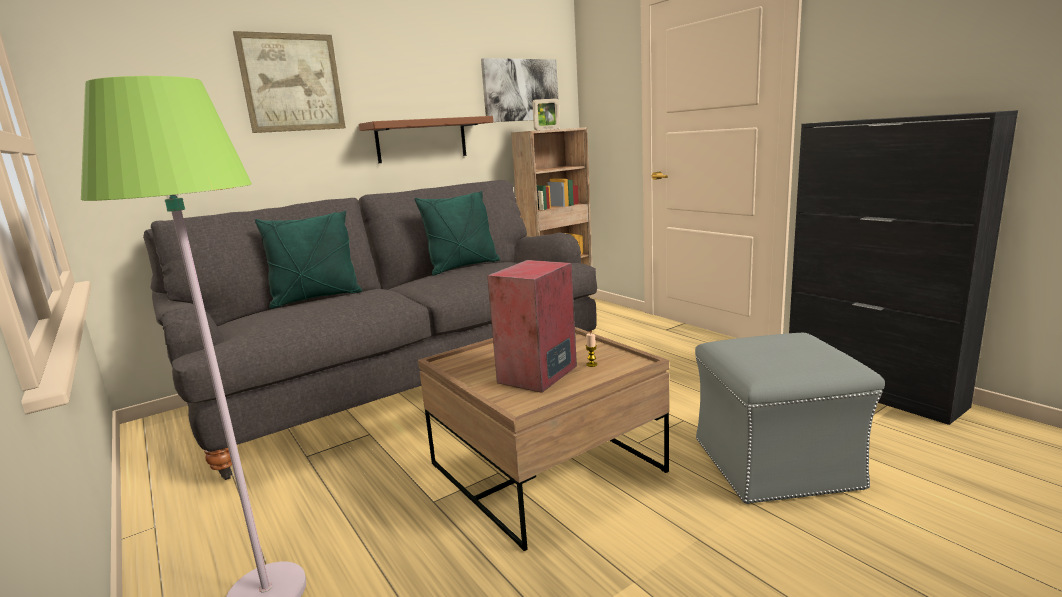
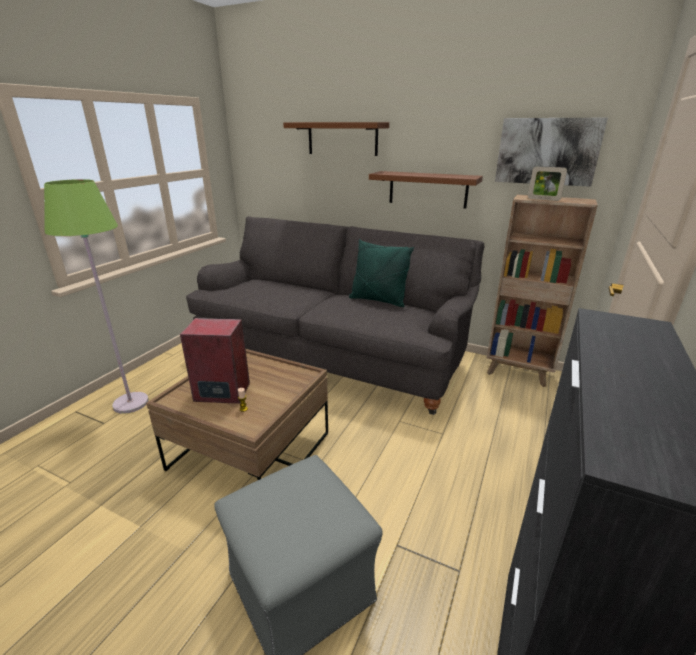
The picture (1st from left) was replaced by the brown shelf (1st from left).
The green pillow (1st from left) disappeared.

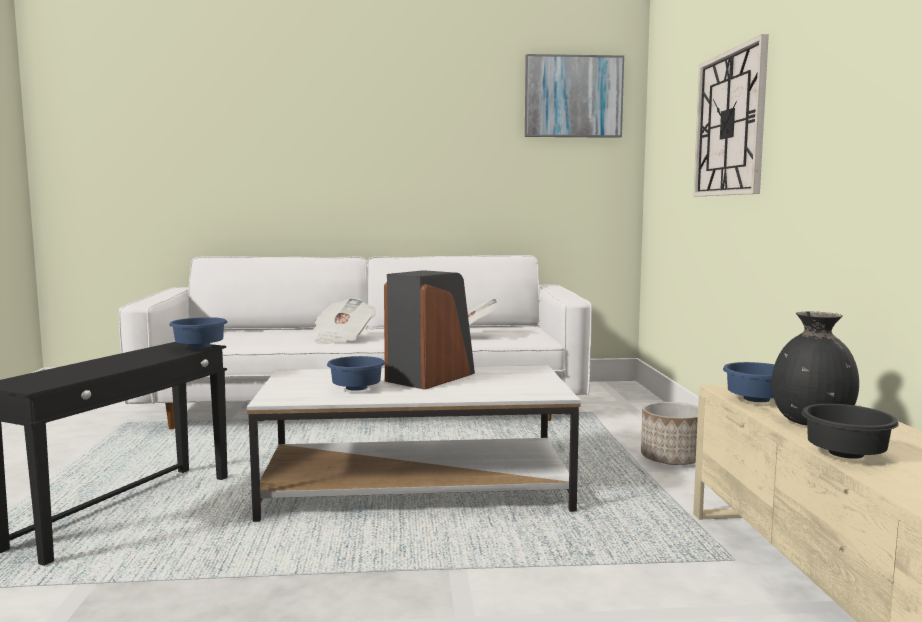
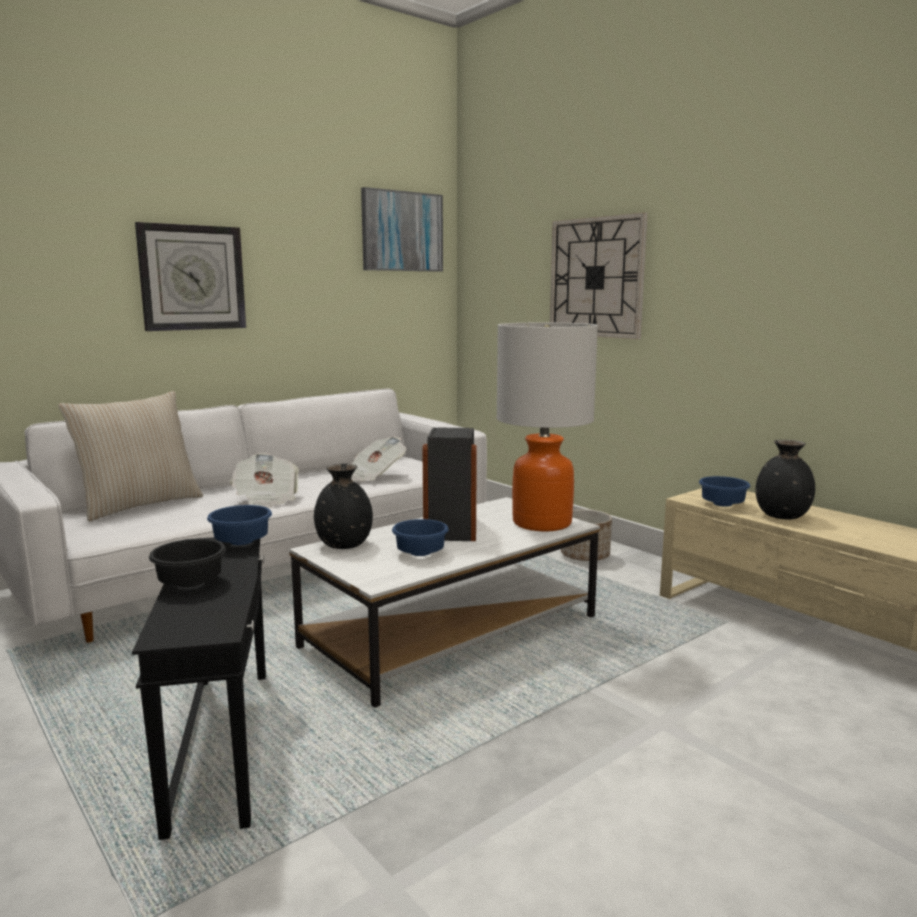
The black bowl moved.
The beige pillow appeared.
The wall clock (1st from left) appeared.
The black vase (1st from left) appeared.
The table lamp appeared.

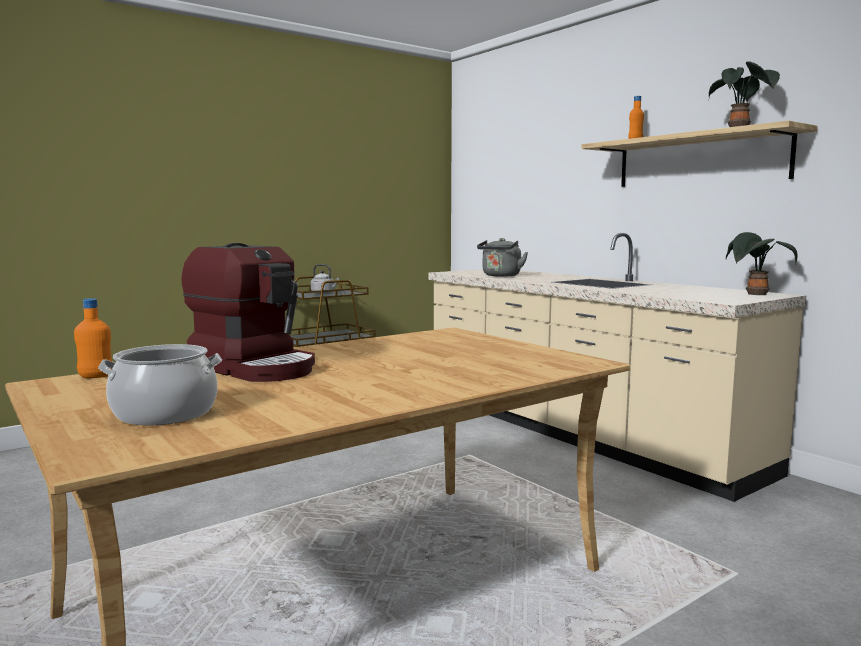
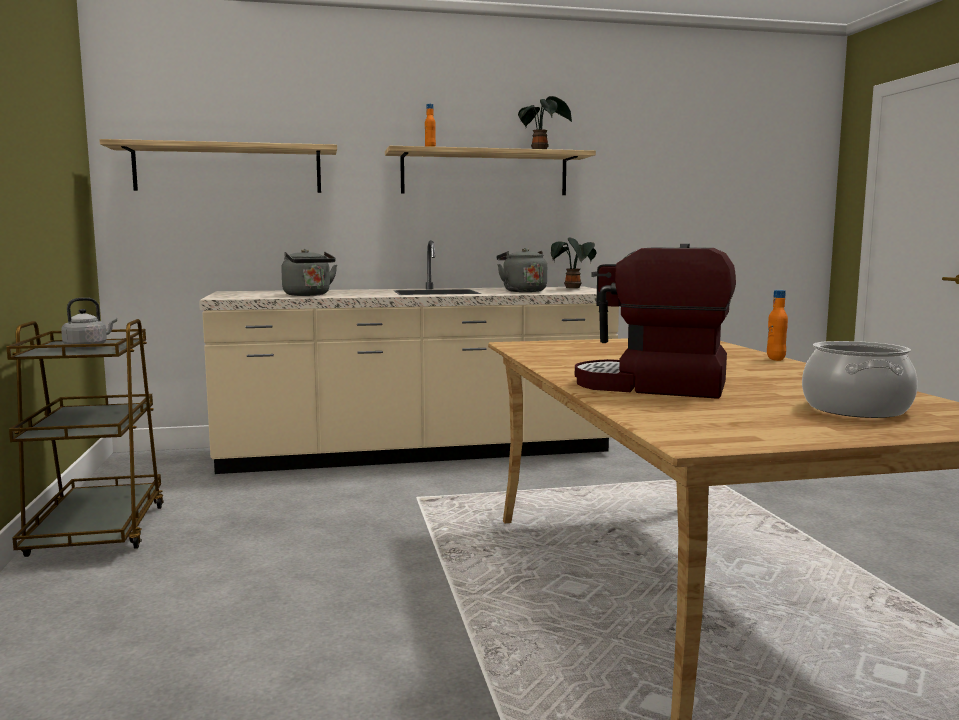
The orange bottle (1st from left in the first image) moved.
The coffee machine turned 135 degrees counterclockwise.
The shelf (1st from left) appeared.
The grey kettle (3rd from left) appeared.

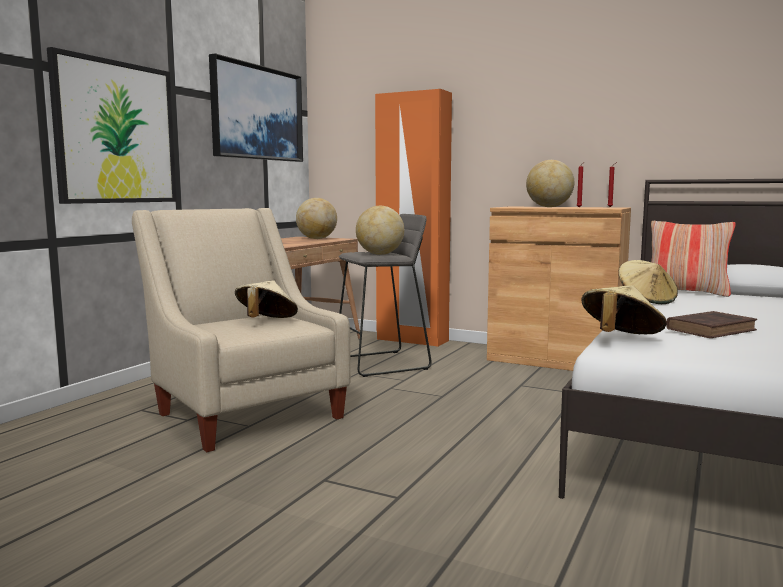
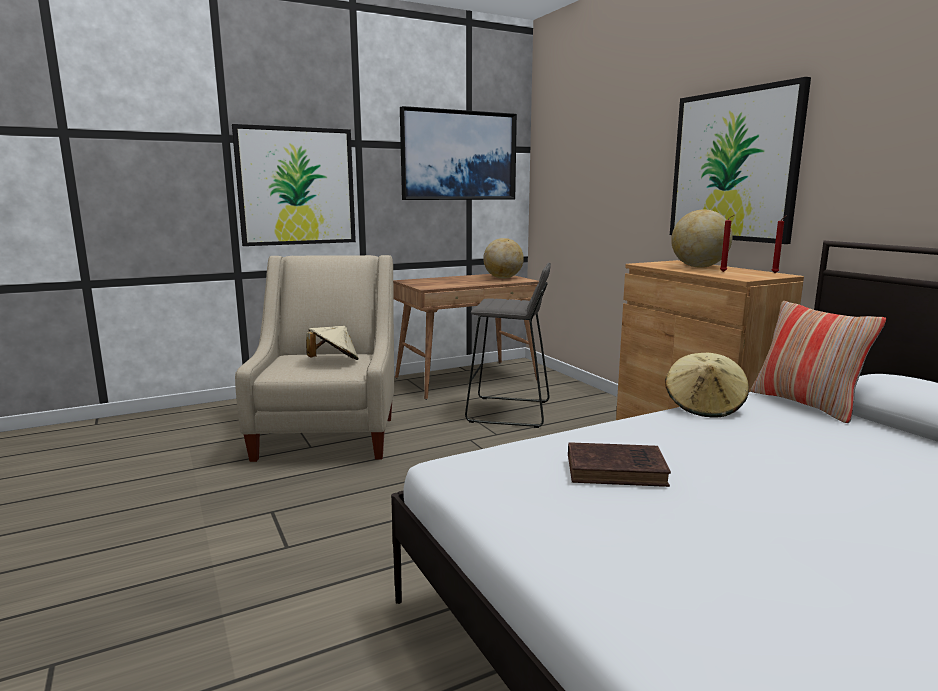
The globe (2nd from left) disappeared.
The orange wardrobe disappeared.
The beige hat (2nd from left) disappeared.
The picture (3rd from left) appeared.

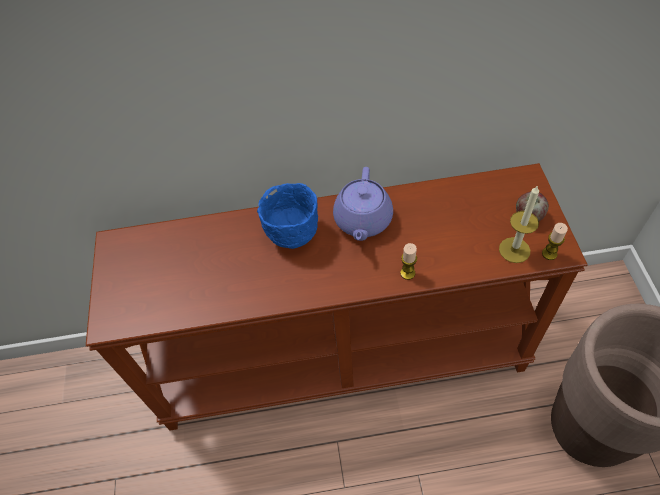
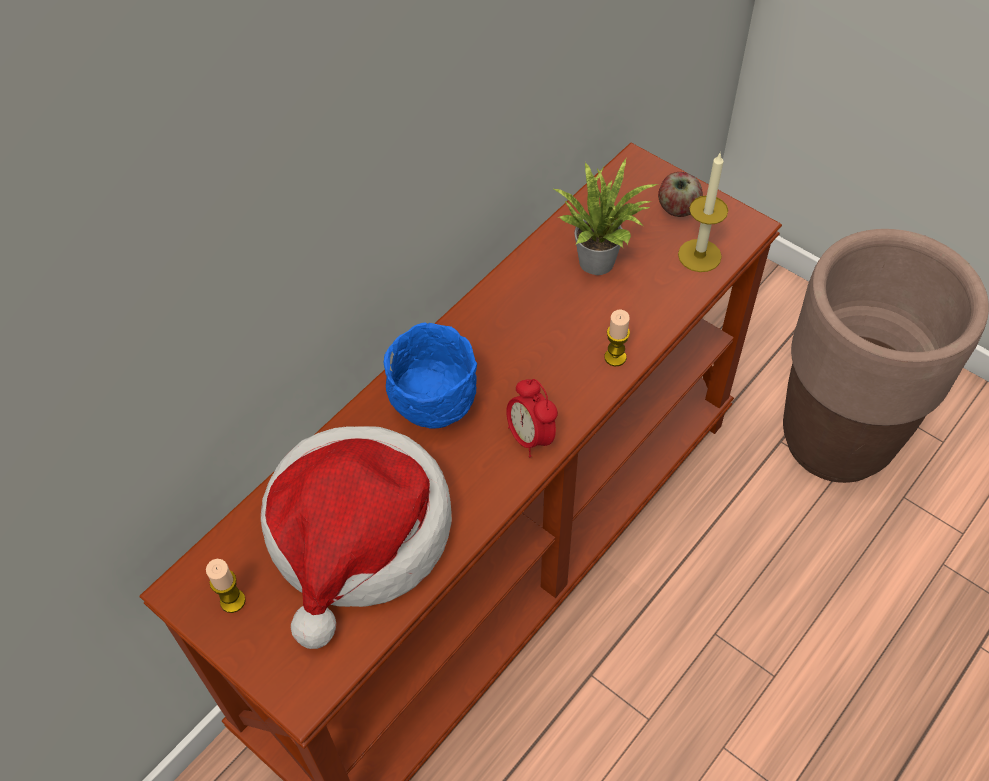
The purple teapot disappeared.
The candle (3rd from left in the first image) moved.
The hat appeared.
The alarm clock appeared.
The potted plant appeared.

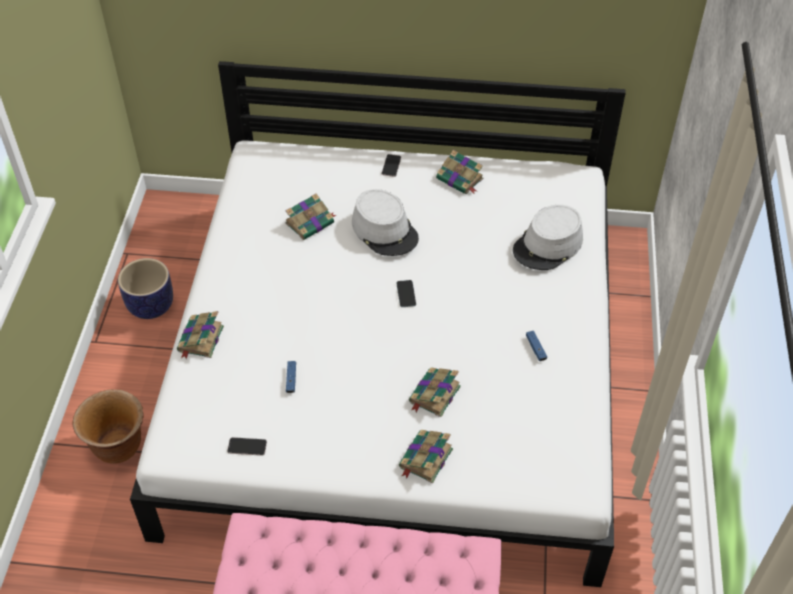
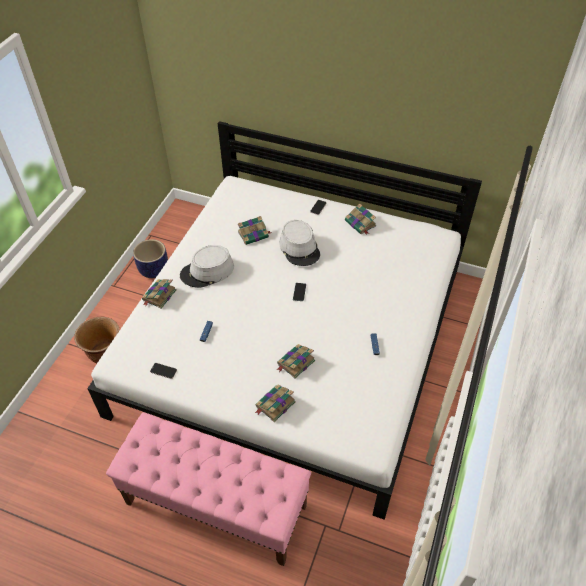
The grey hat (2nd from left in the first image) moved.

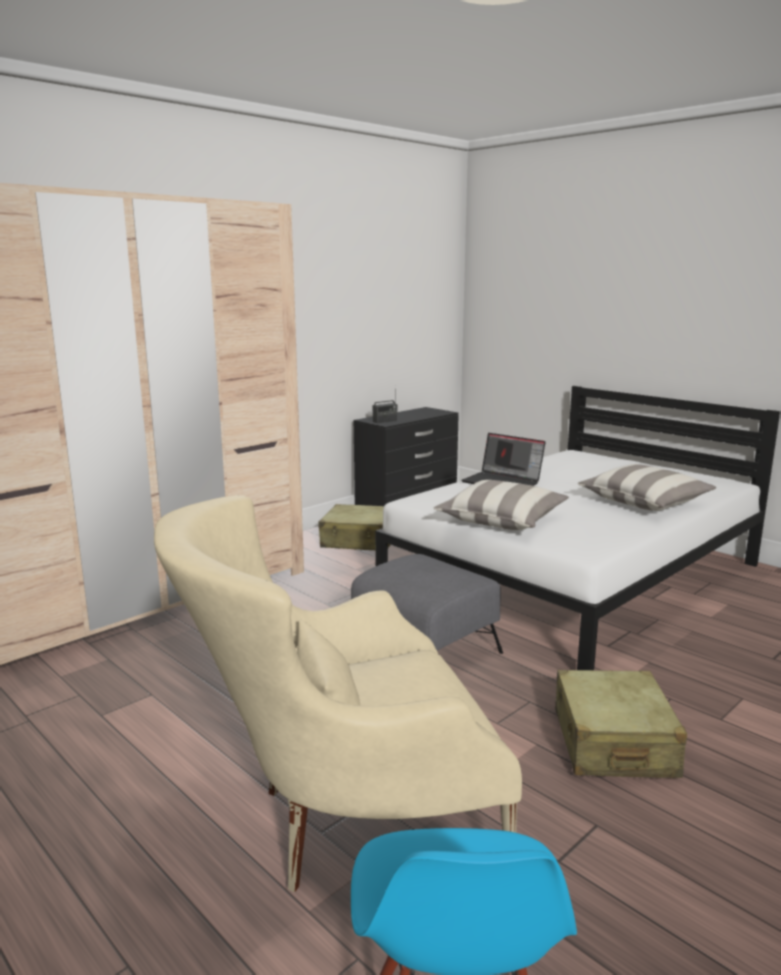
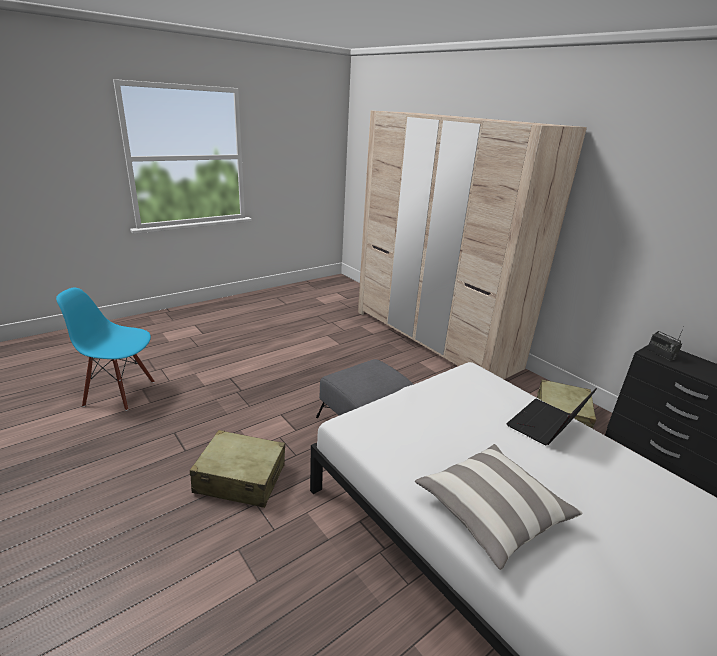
The beige armchair disappeared.
The pillow (1st from left) disappeared.

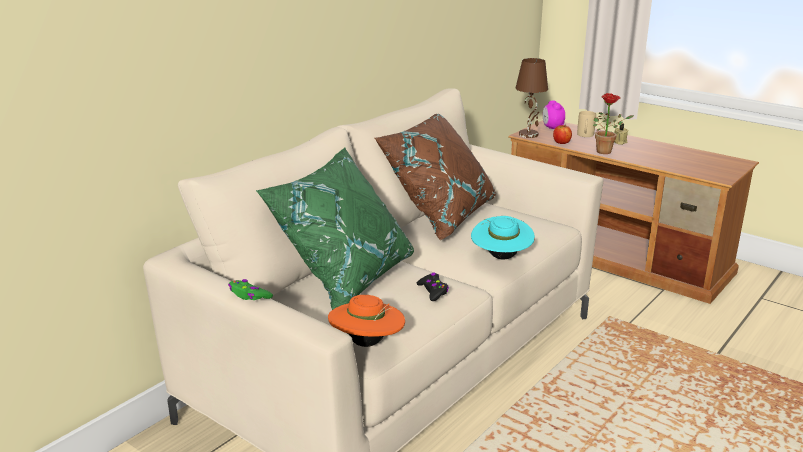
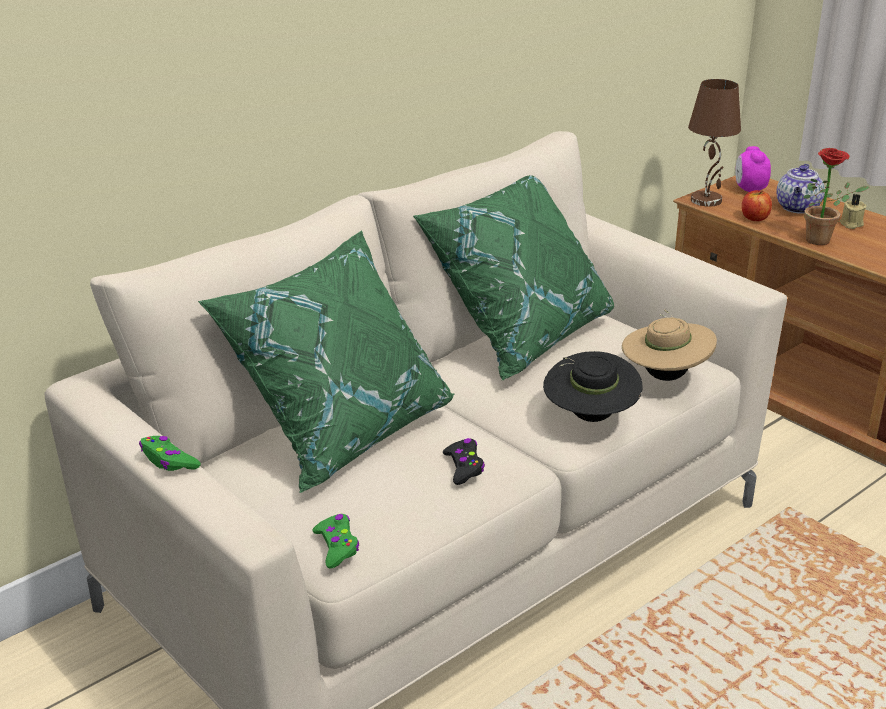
The orange hat was replaced by the green game controller (2nd from left).
The brown pillow became the green pillow (2nd from left).
The turquoise hat became the black hat.
The beige mug was replaced by the teapot.
The beige hat appeared.

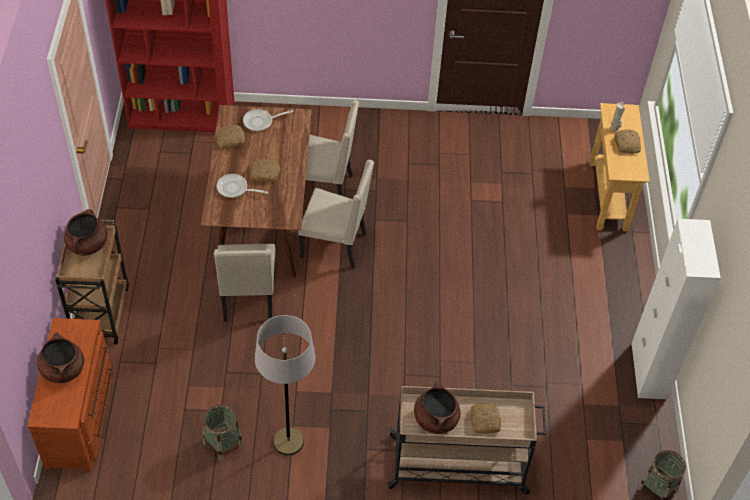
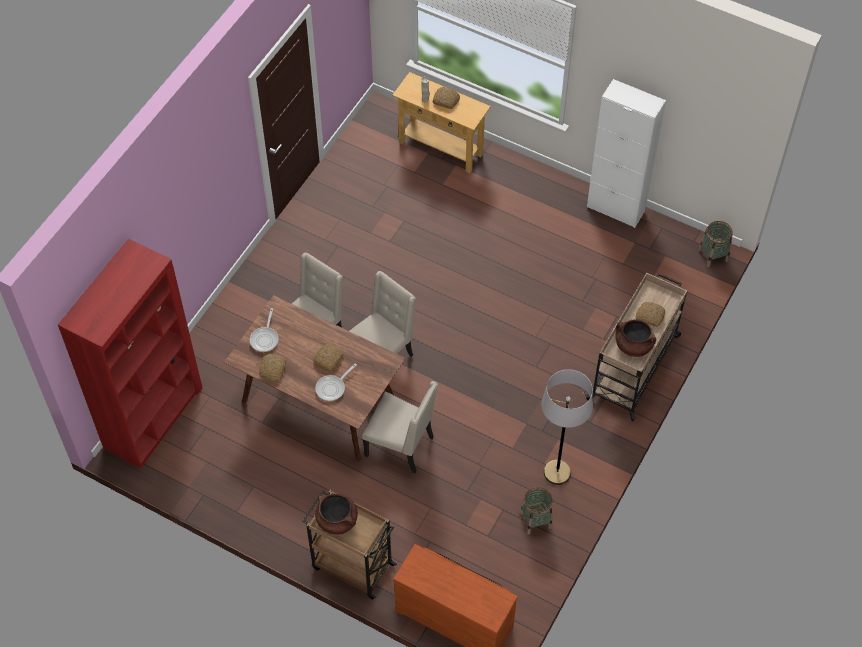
The brown cooking pot (1st from left) disappeared.

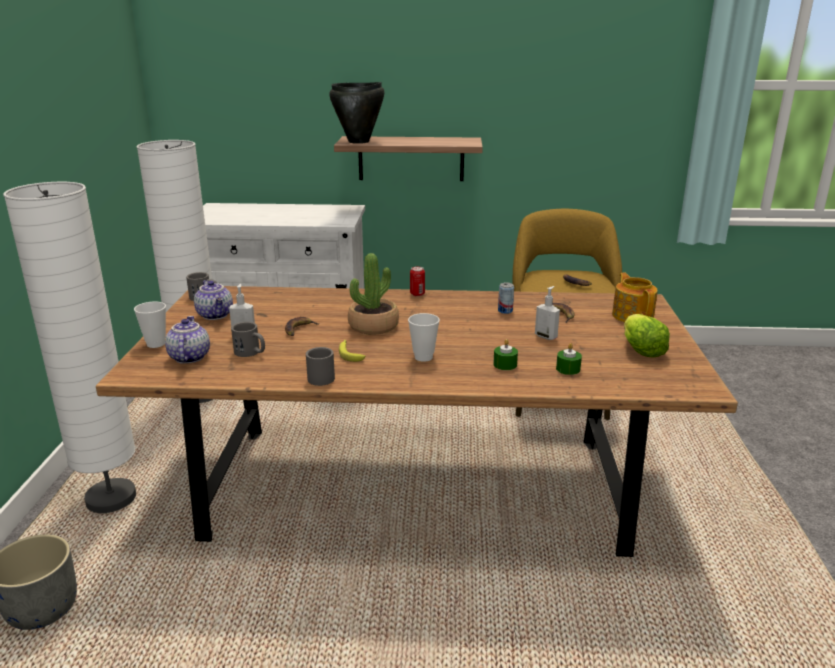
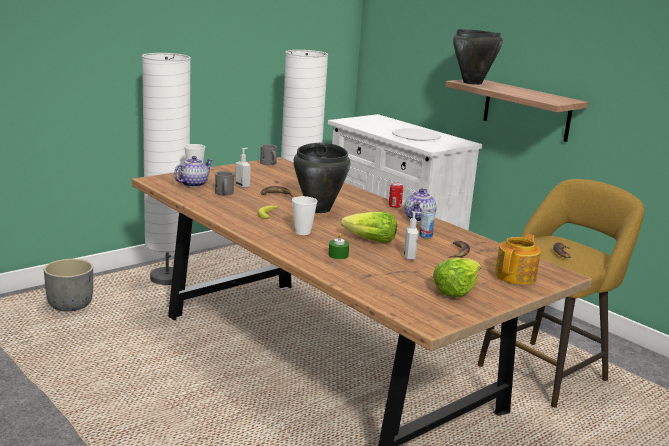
The teapot (2nd from left) moved.
The grey mug (3rd from left) disappeared.
The potted plant was replaced by the black cooking pot (1st from left).
The green candle (2nd from left) disappeared.
The lettuce (1st from left) appeared.
The white plate appeared.

